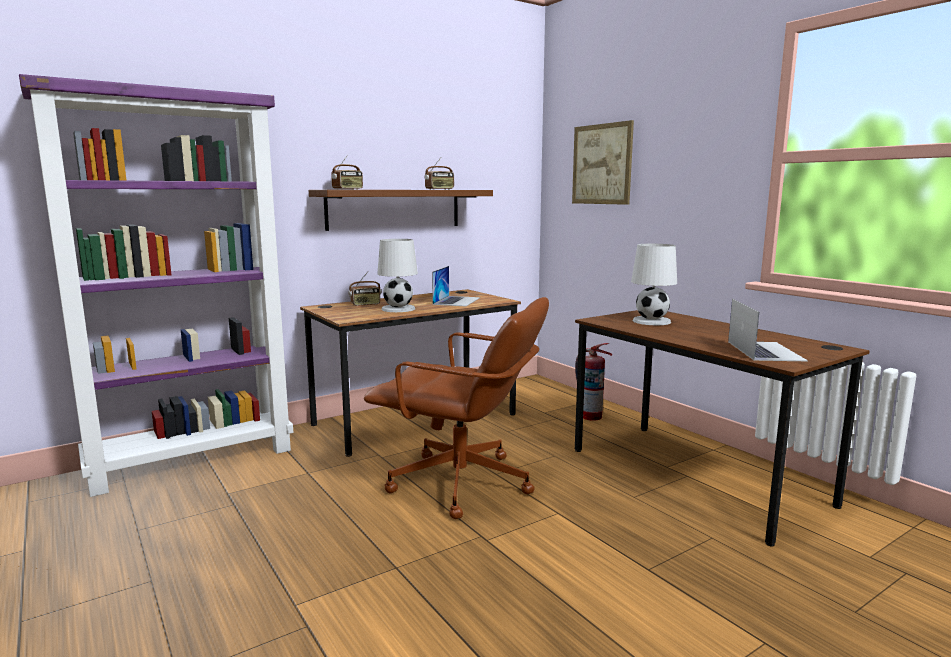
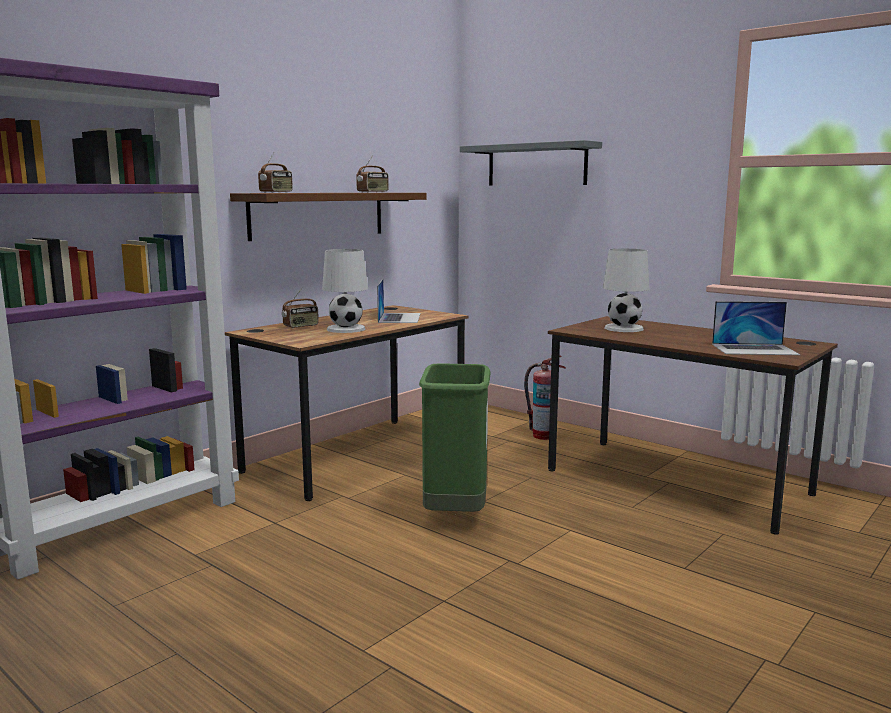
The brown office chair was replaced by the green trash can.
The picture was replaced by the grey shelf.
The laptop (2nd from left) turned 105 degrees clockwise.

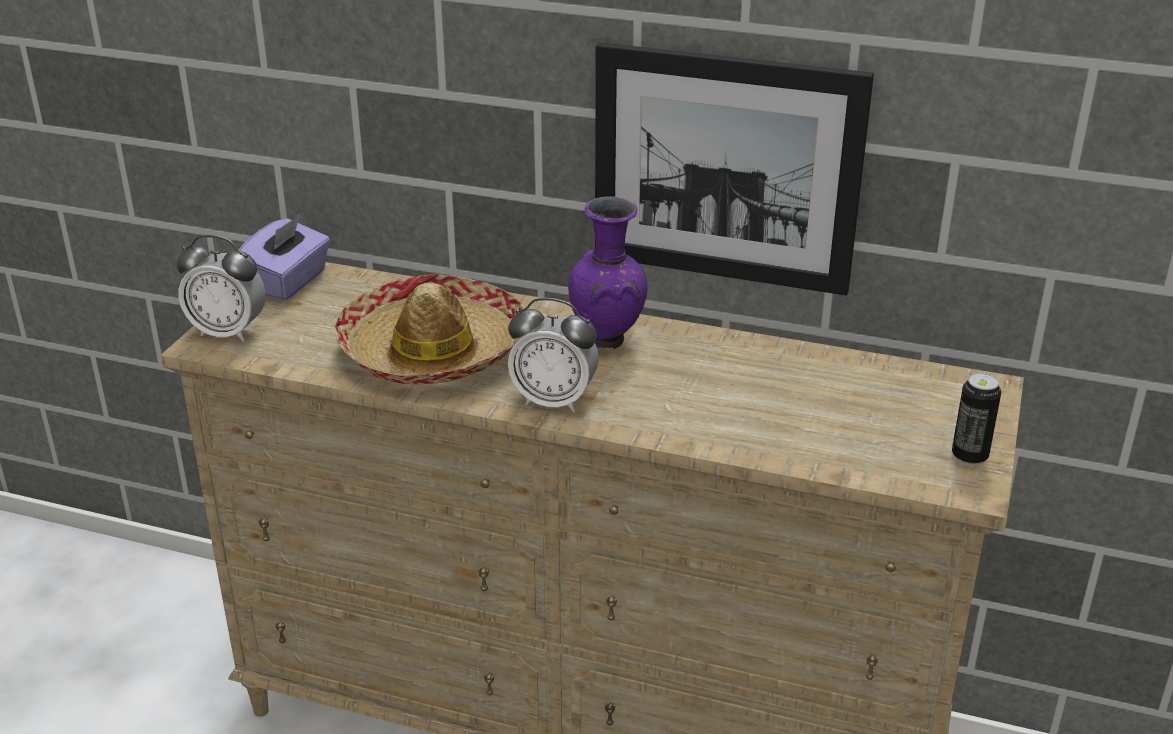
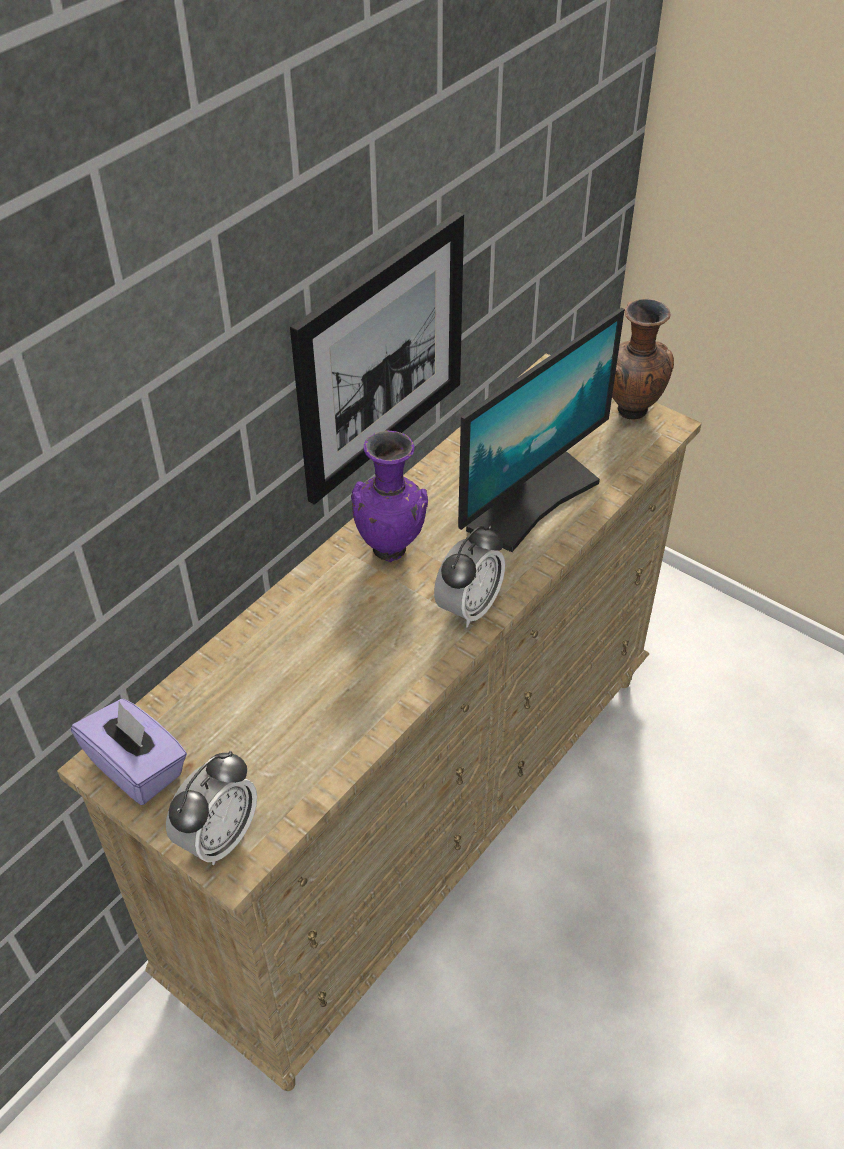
The hat disappeared.
The can was replaced by the brown vase.
The monitor appeared.

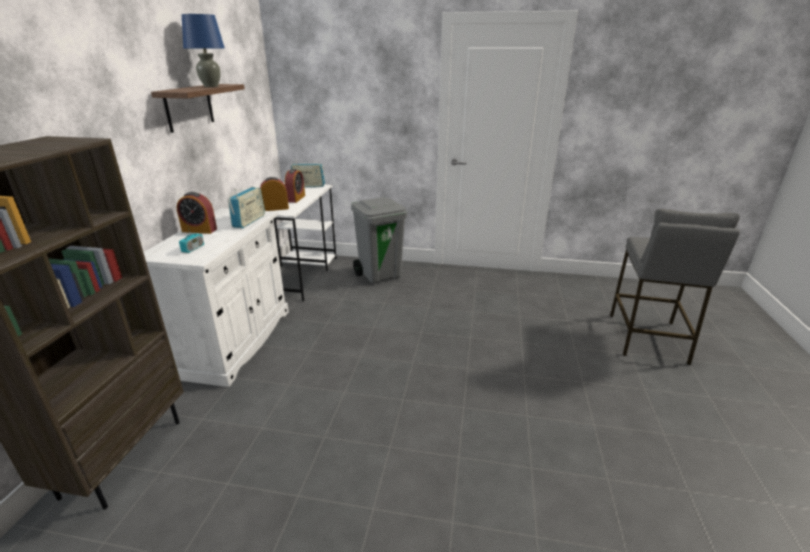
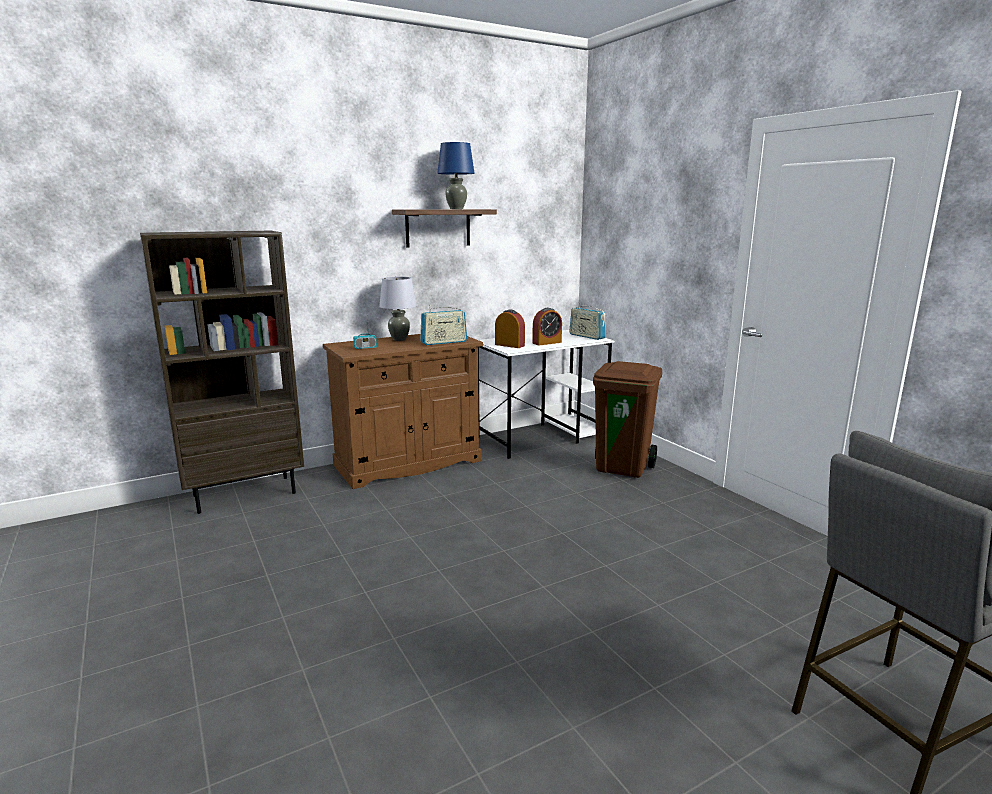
The white cabinet became the brown cabinet.
The alarm clock (1st from left) was replaced by the grey table lamp.
The grey trash can became the brown trash can.

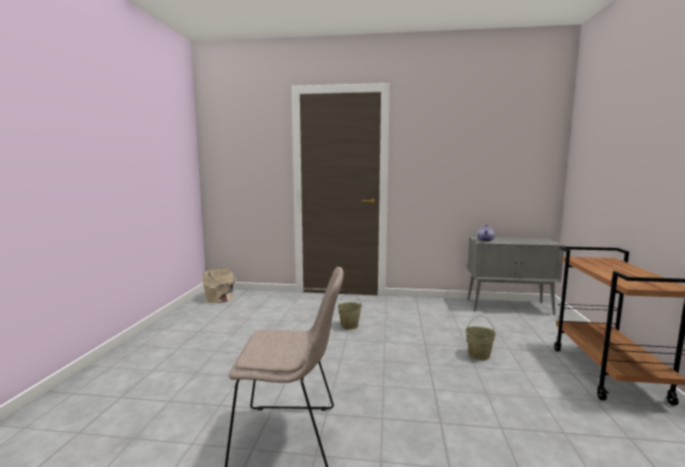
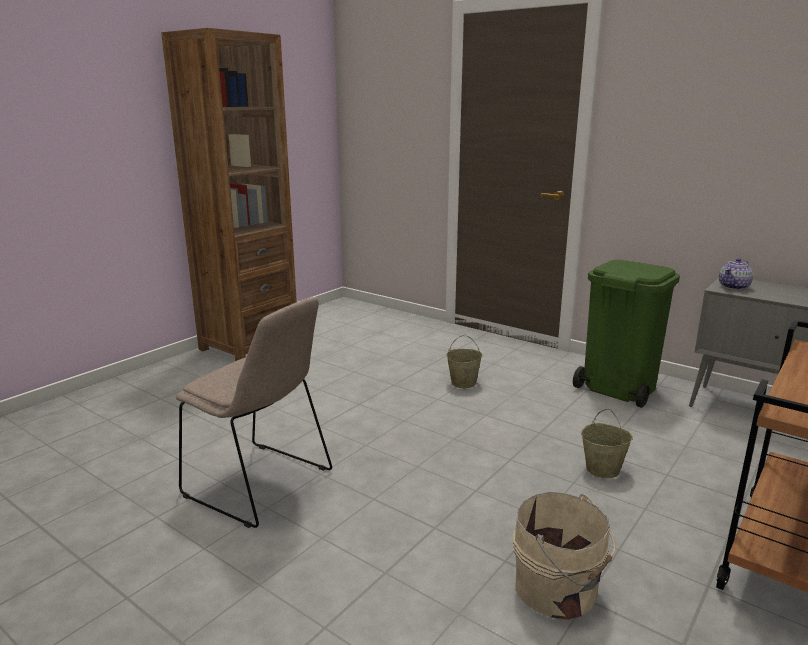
The beige bucket (1st from left in the first image) moved.
The brown bookcase appeared.
The green trash can appeared.

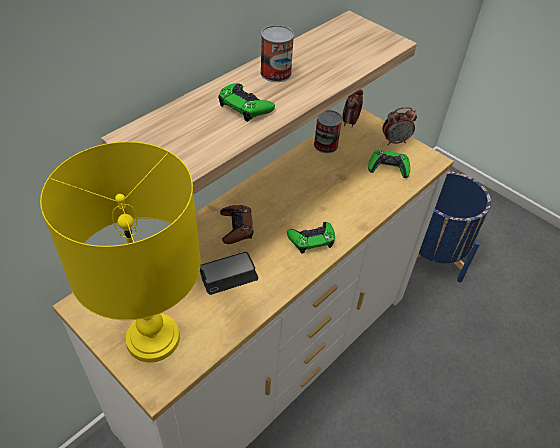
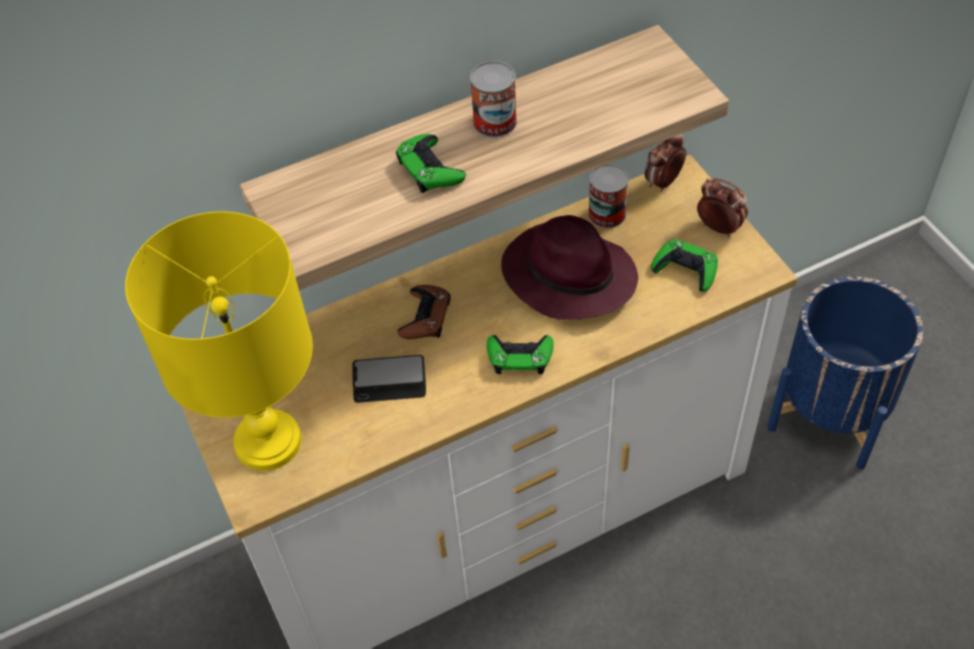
The alarm clock (2nd from left) turned 150 degrees counterclockwise.
The purple hat appeared.

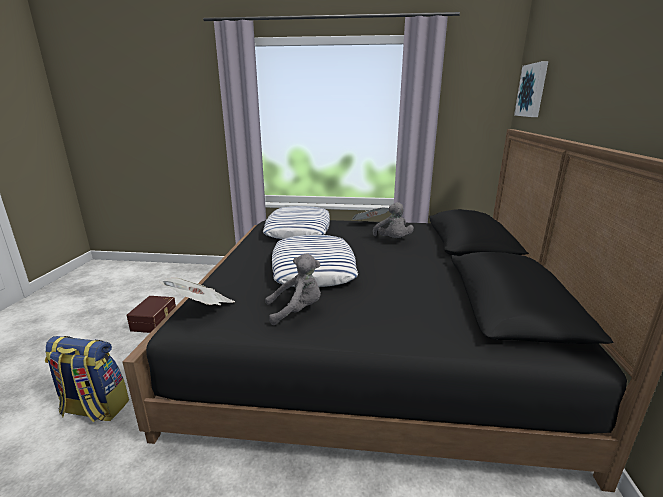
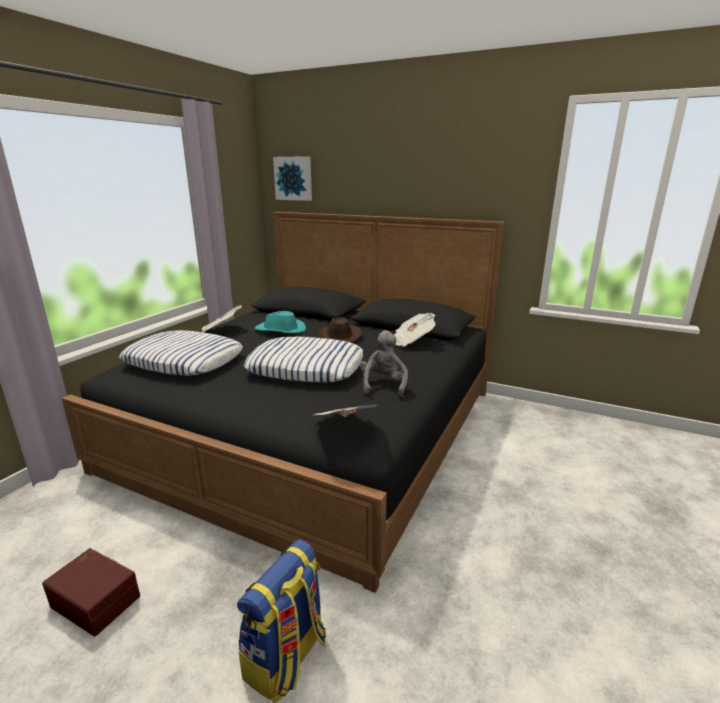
The grey plush toy (2nd from left) was replaced by the turquoise hat.
The brown hat appeared.
The newspaper (3rd from left) appeared.

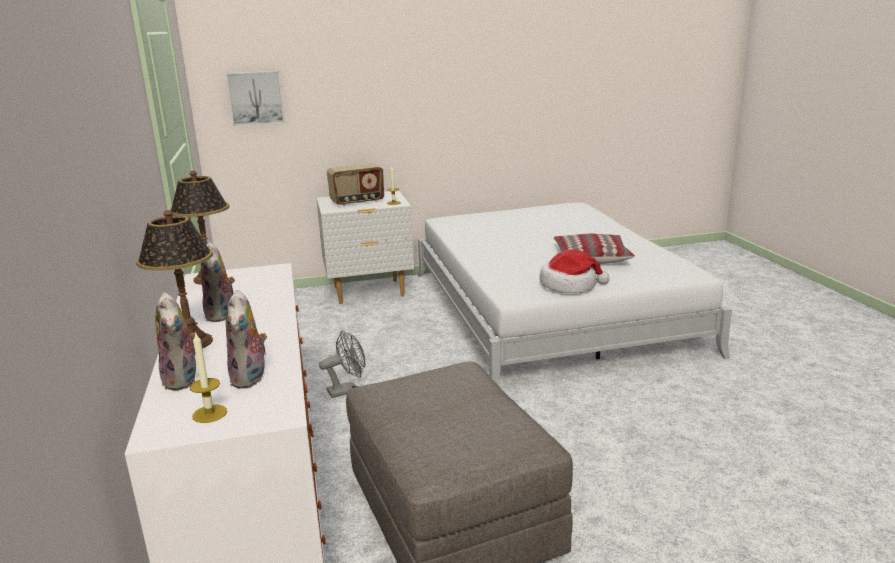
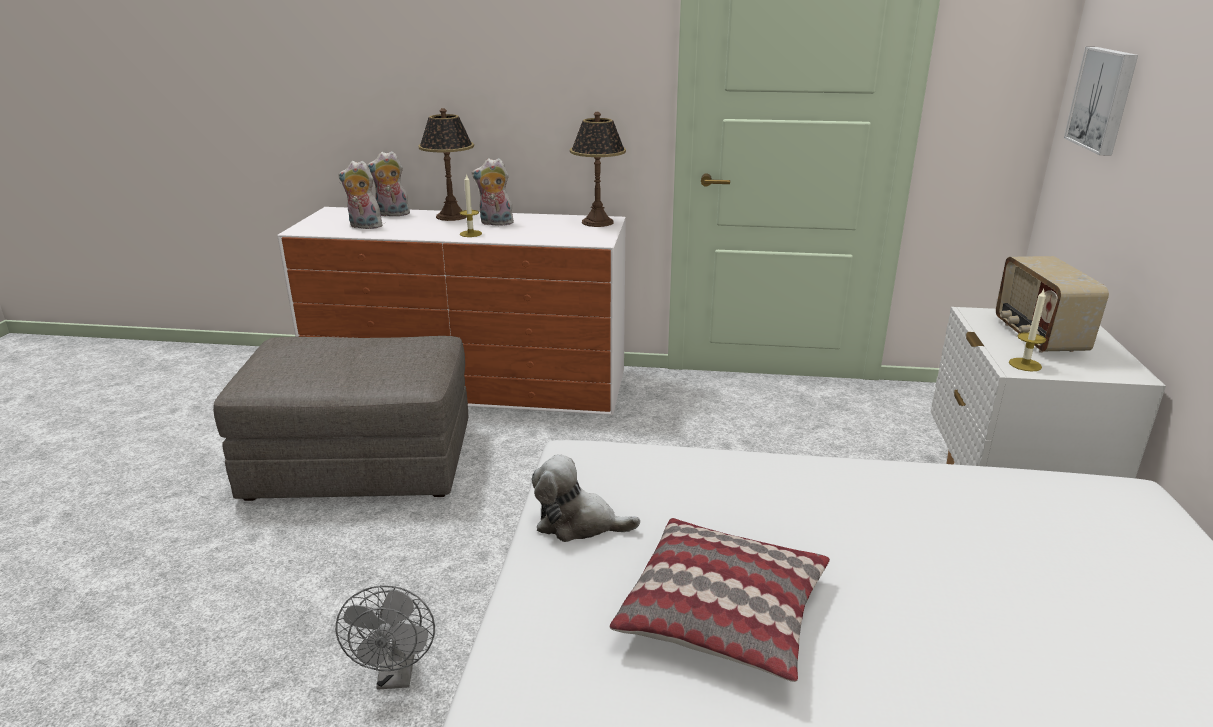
The candle (1st from left) moved.
The grey fan moved.
The hat was replaced by the plush toy (4th from left).

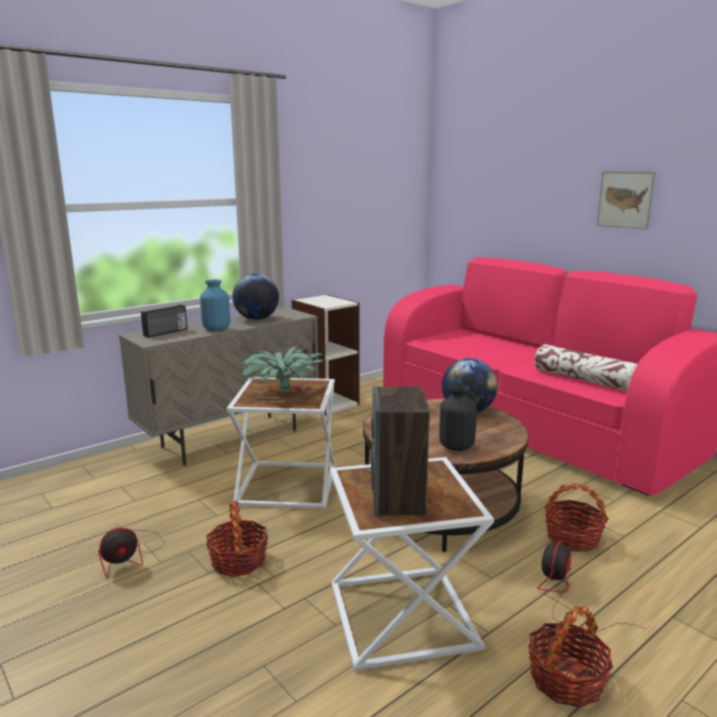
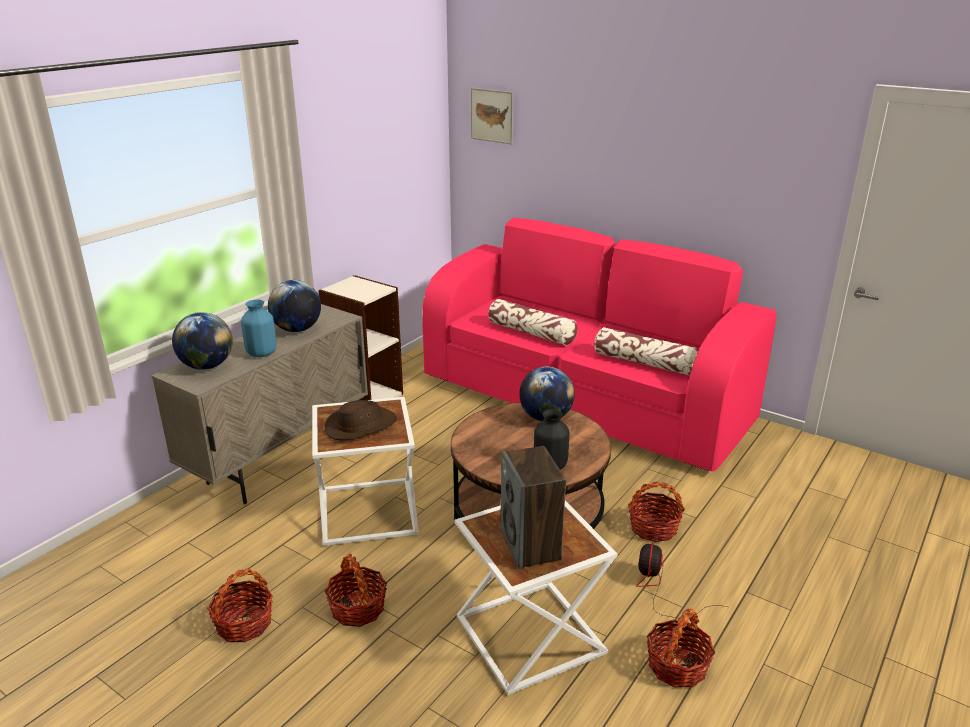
The fan (1st from left) was replaced by the basket (1st from left).
The radio was replaced by the globe (1st from left).
The potted plant was replaced by the brown hat.
The picture moved.
The pillow (1st from left) appeared.

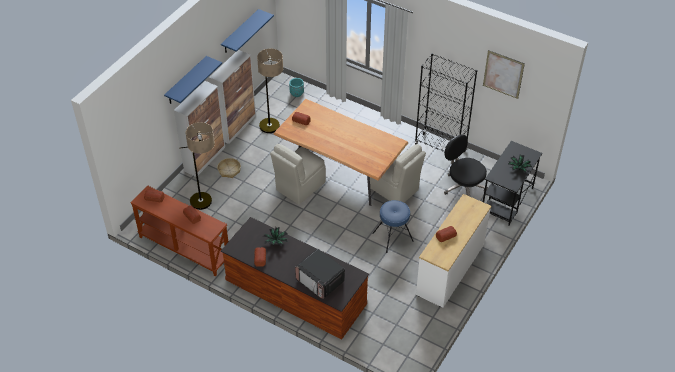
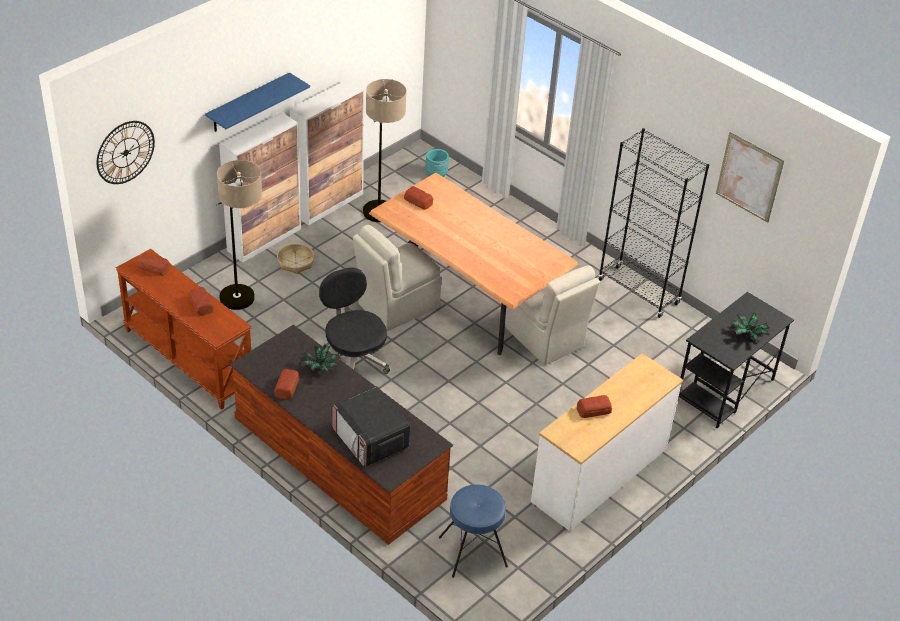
The blue shelf (2nd from left) disappeared.
The blue stool moved.
The black office chair moved.
The wall clock appeared.

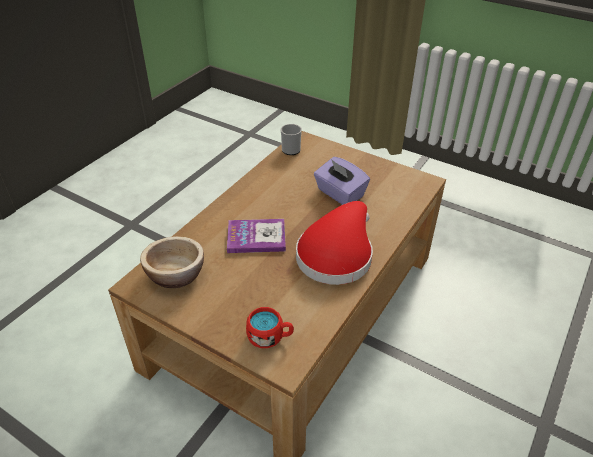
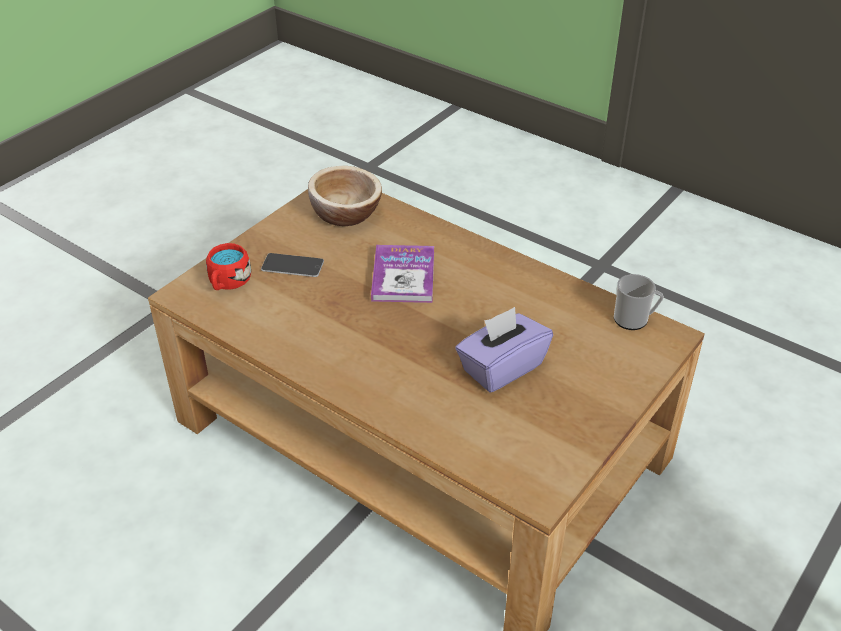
The red hat disappeared.
The phone appeared.

